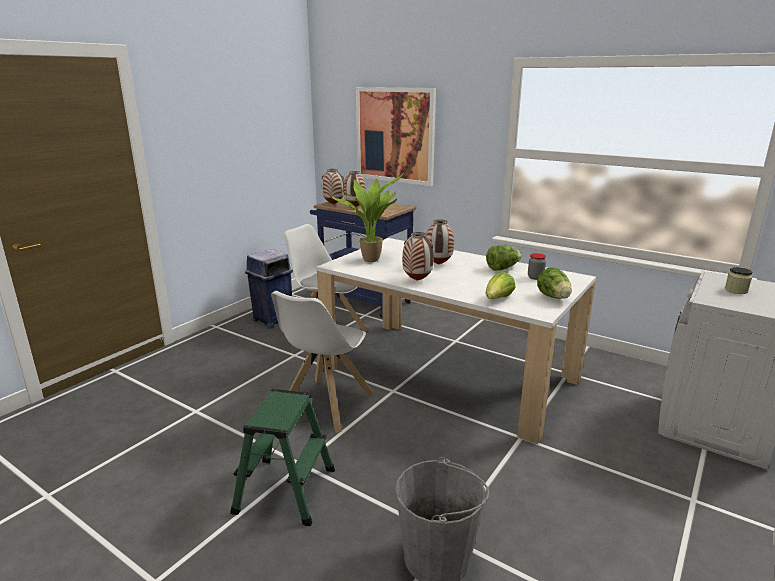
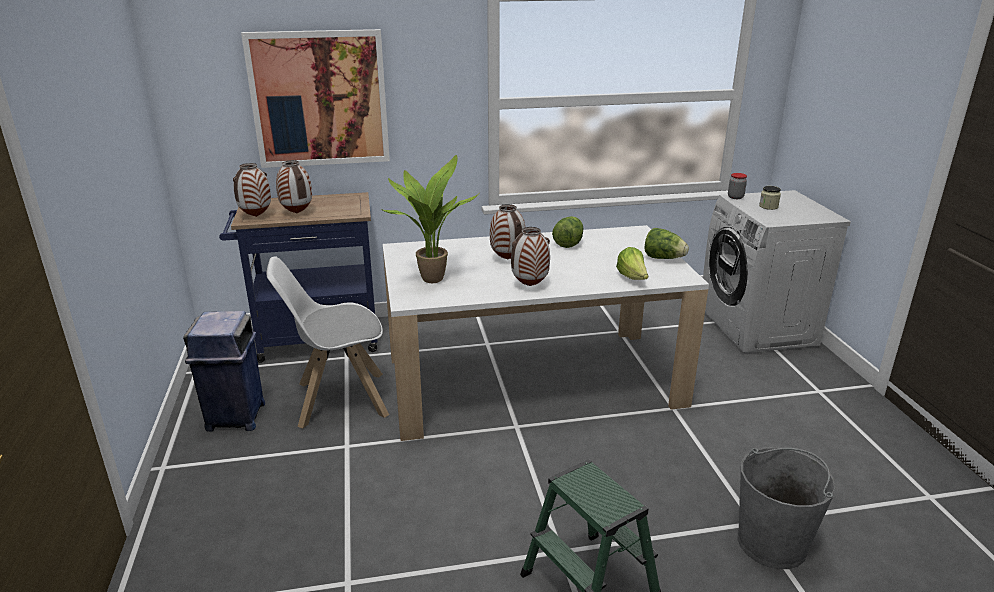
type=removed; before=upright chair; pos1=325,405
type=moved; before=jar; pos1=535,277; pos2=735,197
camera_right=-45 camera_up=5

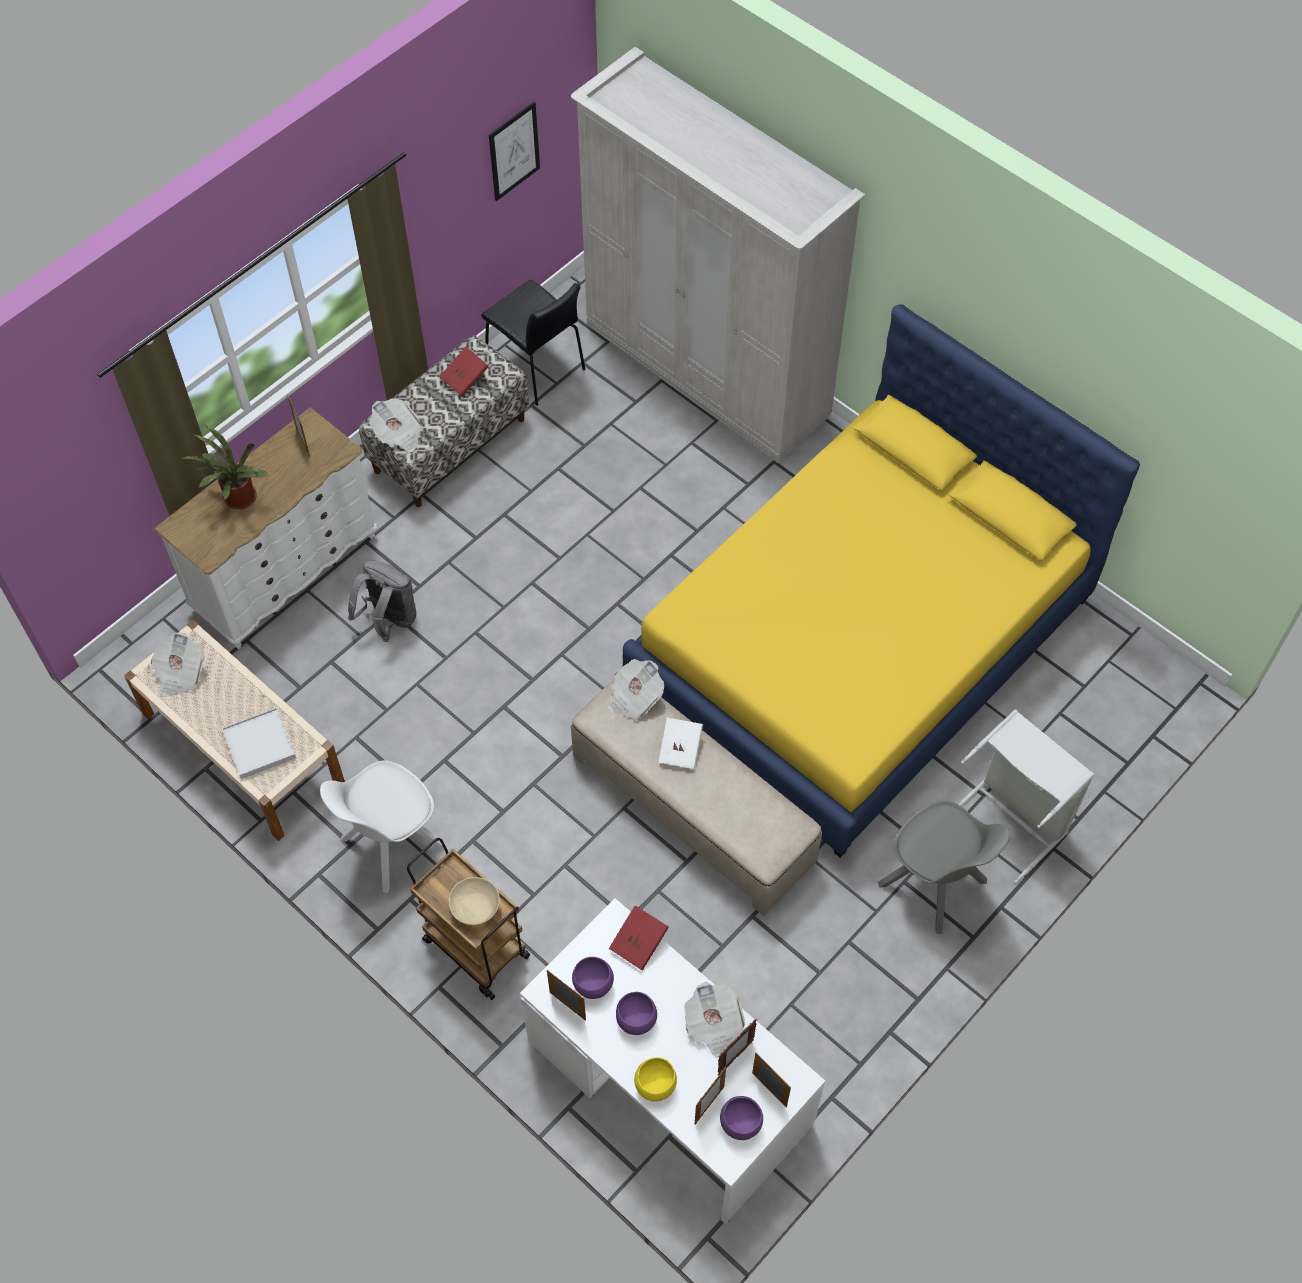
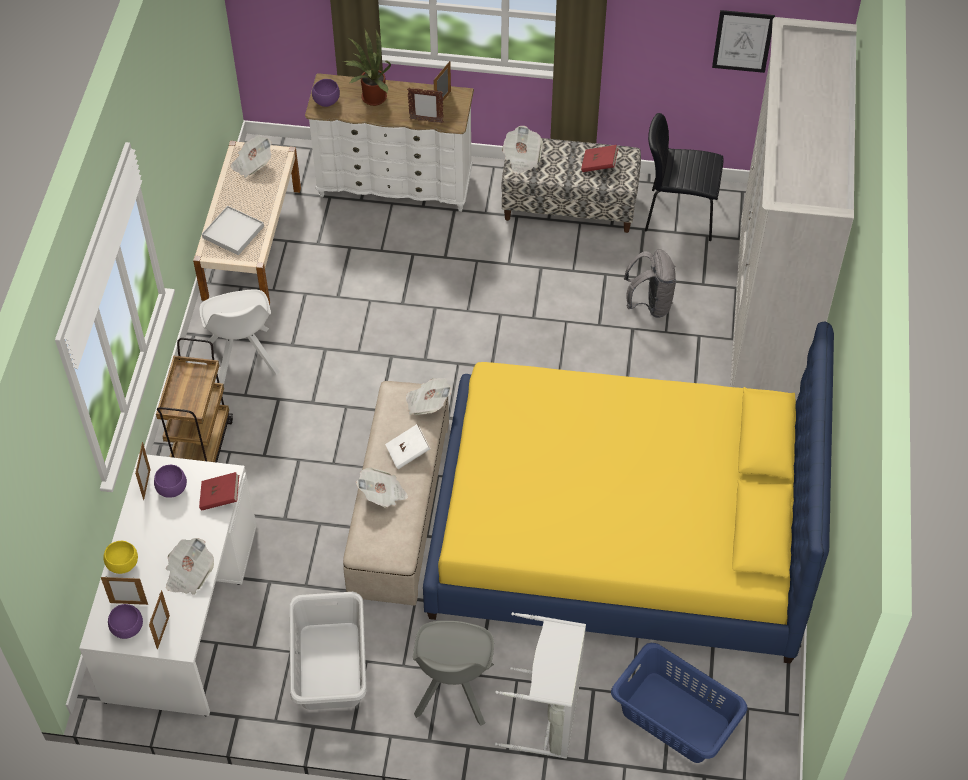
type=removed; before=sand-coloured bowl; pos1=476,907
type=added; after=greyish hamper; pos2=329,666
type=added; after=printed paper; pos2=383,495
type=added; after=blue-coloured hamper; pos2=675,716
type=moved; before=greyish knapsack; pos1=389,620; pos2=649,304
type=moved; before=purple bowl; pos1=635,1020; pos2=326,101
type=moved; before=photo frame; pos1=735,1058; pos2=426,121
type=turned; before=whitish upright chair; pos1=392,844; pos2=243,358; turn=-120
type=turned; before=black upright chair; pos1=538,368; pos2=678,214; turn=90
camera_right=55 camera_up=-5

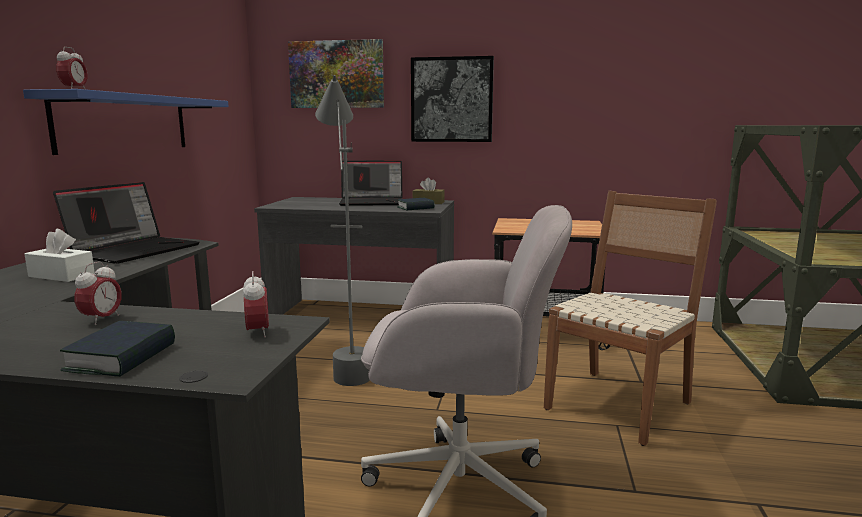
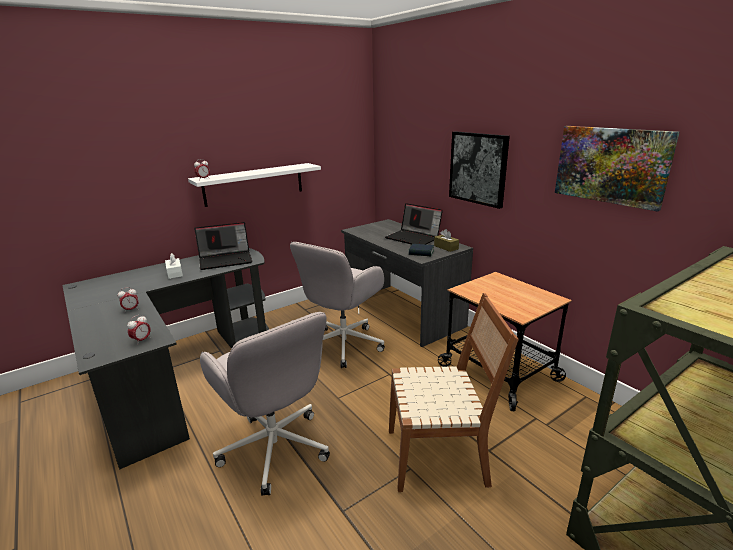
type=removed; before=bound book; pos1=122,357
type=moved; before=wall art; pos1=337,74; pos2=611,165
type=replaced; before=greyish floor lamp; after=greyish computer chair; pos1=347,365; pos2=343,345
type=recoloured; before=blue-coloured wall shelf; after=whitish wall shelf; pos1=125,123; pos2=254,184
camera_right=45 camera_up=10

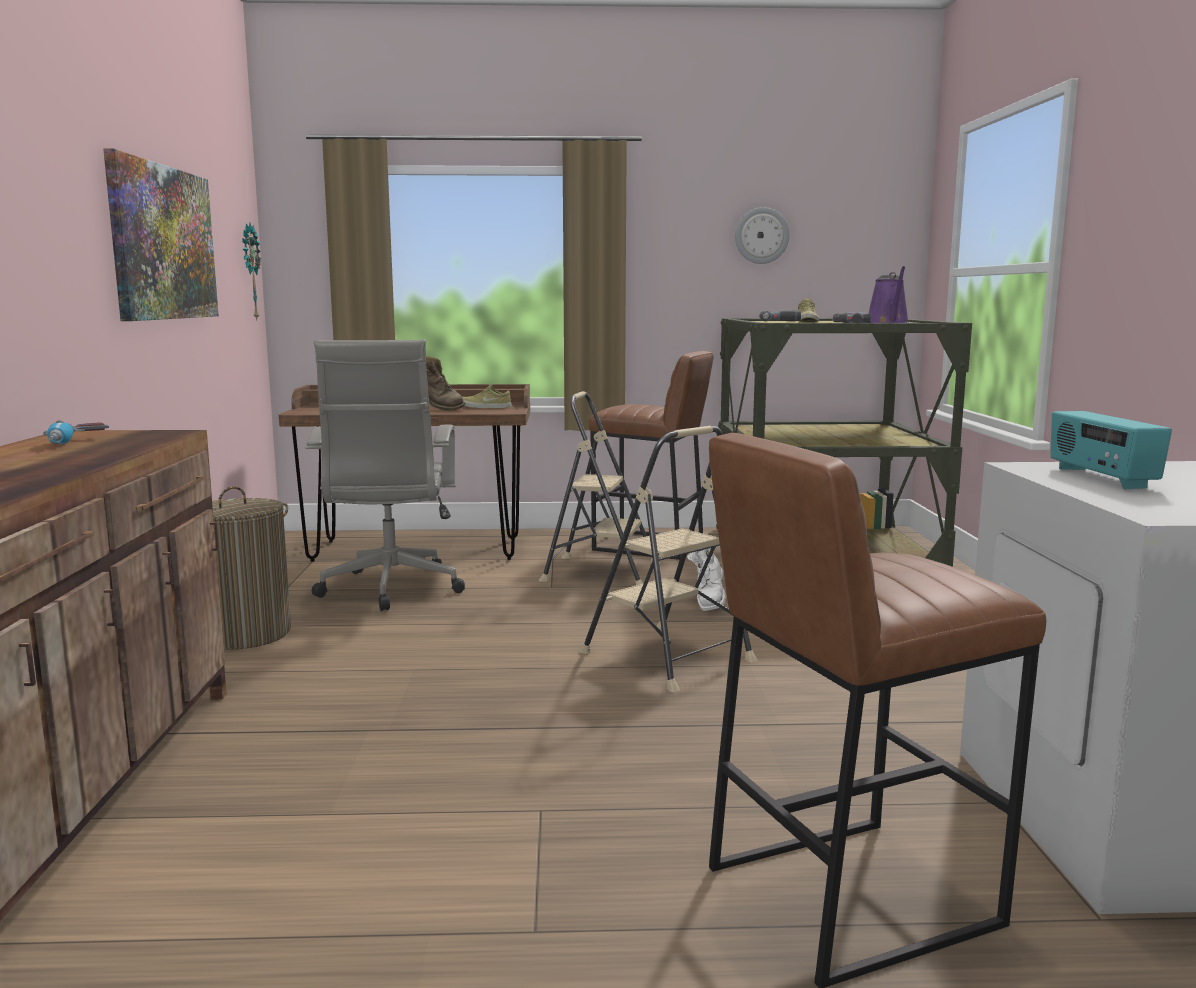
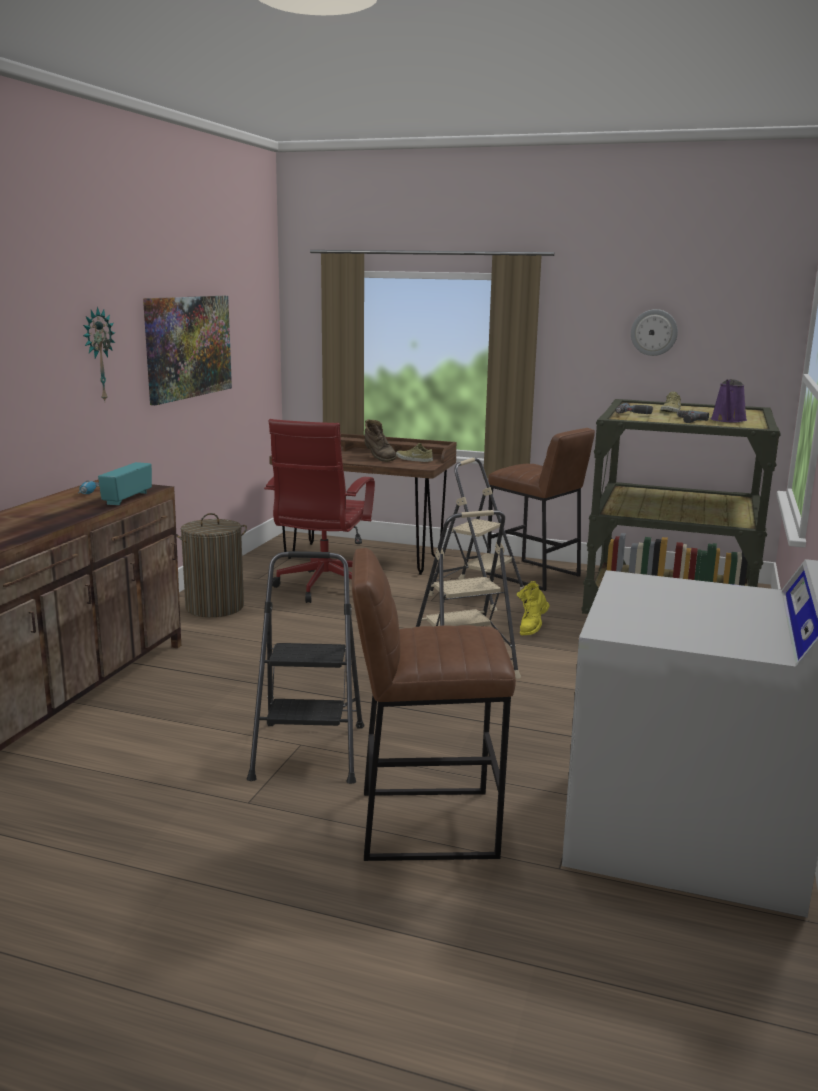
type=added; after=black step stool; pos2=310,748
type=moved; before=clock on the wall; pos1=249,272; pos2=97,355
type=moved; before=radio; pos1=1100,478; pos2=127,498
type=recoloured; before=greyish computer chair; after=red-coloured computer chair; pos1=390,590; pos2=322,588
type=recoloured; before=whitish high-top boot; after=yellowish high-top boot; pos1=708,601; pos2=532,628
camera_right=20 camera_up=5

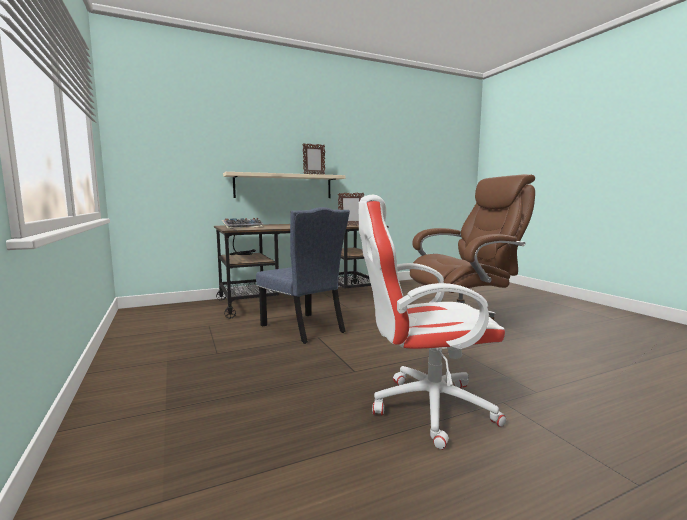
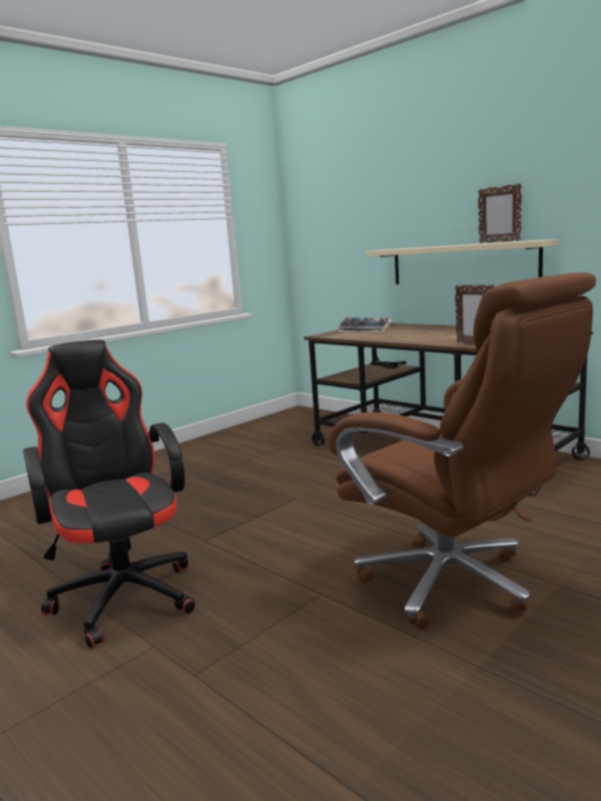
type=removed; before=blue-coloured upright chair; pos1=303,328
type=recoloured; before=whitish computer chair; after=black computer chair; pos1=422,408; pos2=124,594
camera_right=70 camera_up=5

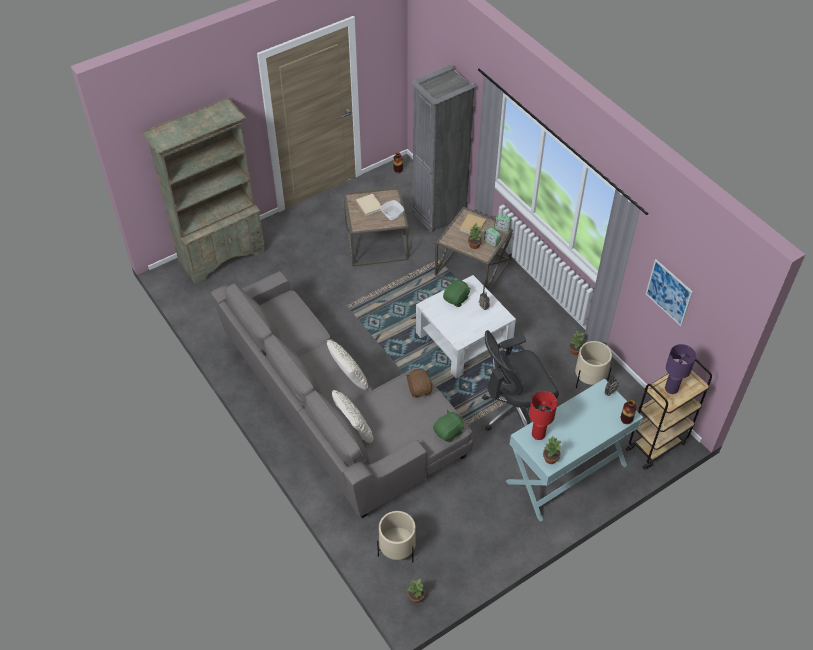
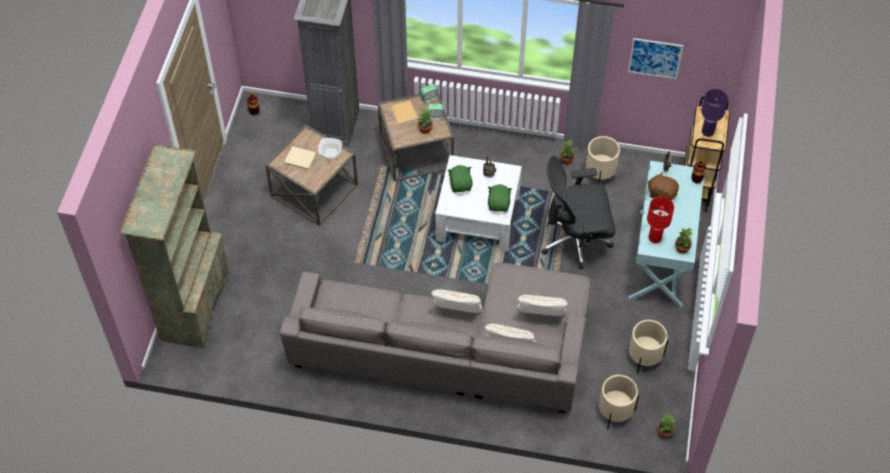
type=added; after=sand-coloured cushion; pos2=540,317
type=added; after=sand-coloured flower pot; pos2=644,358
type=moved; before=brown soft toy; pos1=419,389; pos2=661,193
type=moved; before=greenish soft toy; pos1=448,432; pos2=499,204
type=turned; before=computer chair; pos1=515,410; pos2=576,241; turn=60
camera_right=-45 camera_up=5

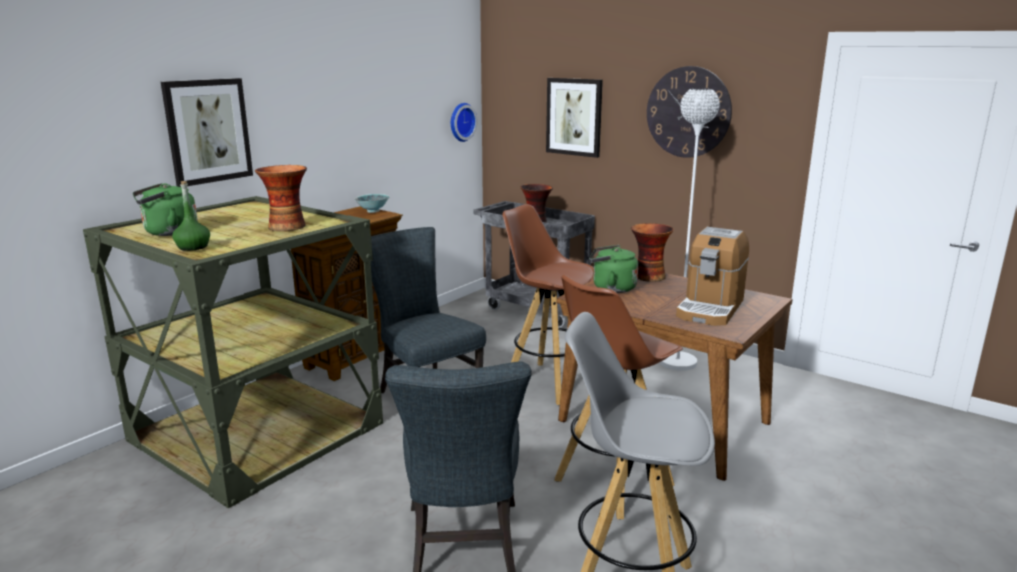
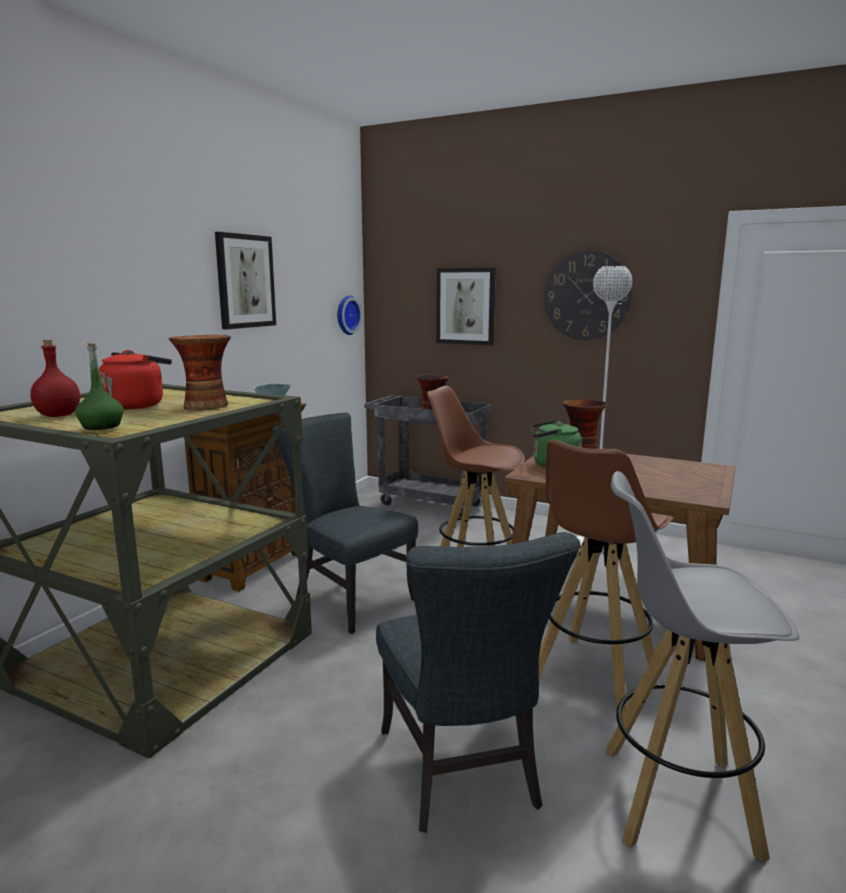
type=removed; before=coffee maker; pos1=710,308
type=added; after=red-coloured tea kettle; pos2=137,405
type=moved; before=wall art; pos1=208,131; pos2=245,281
type=replaced; before=greenish tea kettle; after=red-coloured bottle; pos1=168,232; pos2=57,415
camera_right=-10 camera_up=-5

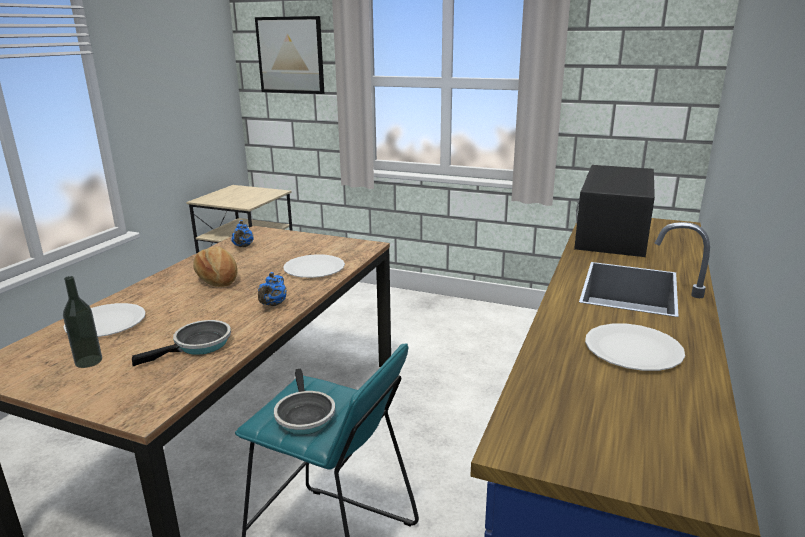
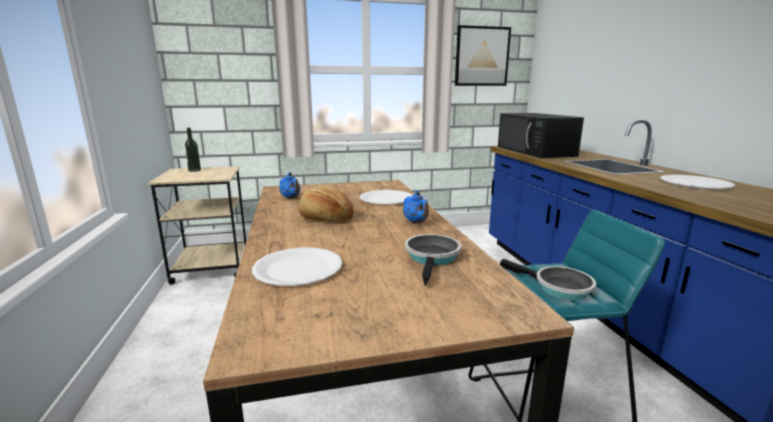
type=moved; before=bottle; pos1=88,361; pos2=194,170
type=moved; before=wall art; pos1=290,55; pos2=482,56
camera_right=-35 camera_up=-5

